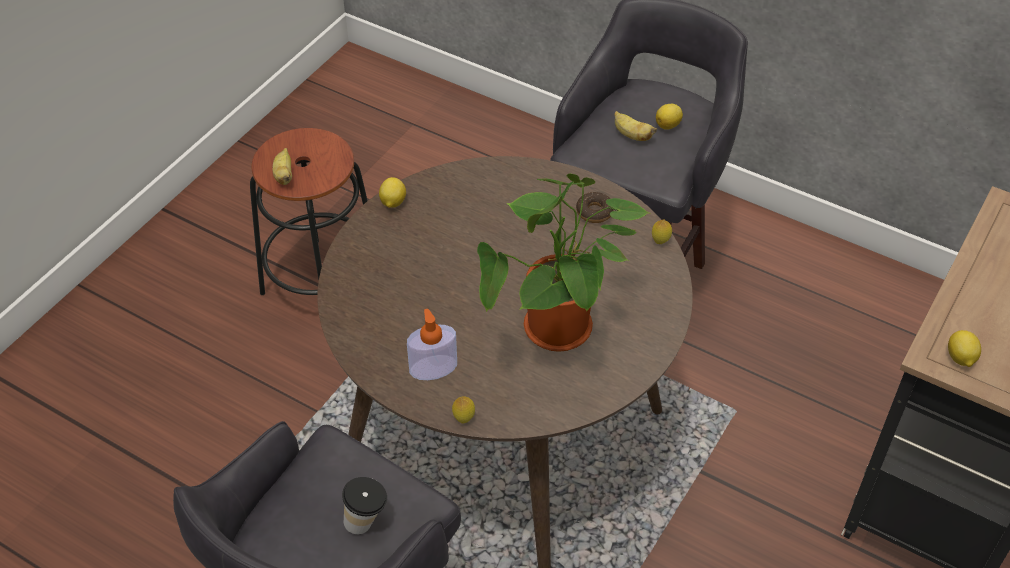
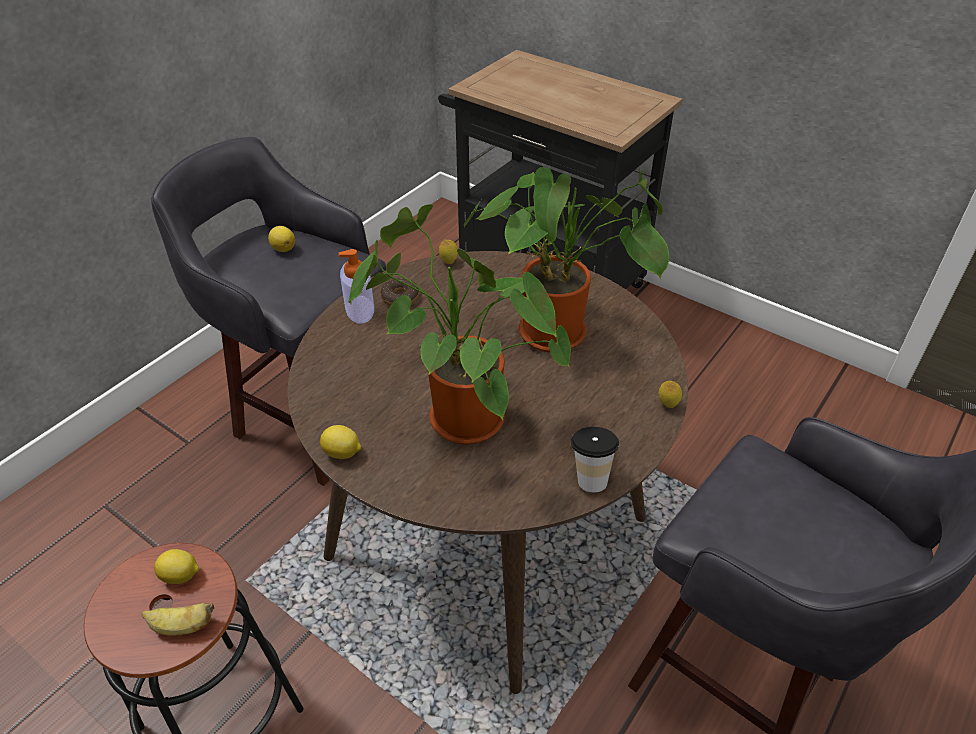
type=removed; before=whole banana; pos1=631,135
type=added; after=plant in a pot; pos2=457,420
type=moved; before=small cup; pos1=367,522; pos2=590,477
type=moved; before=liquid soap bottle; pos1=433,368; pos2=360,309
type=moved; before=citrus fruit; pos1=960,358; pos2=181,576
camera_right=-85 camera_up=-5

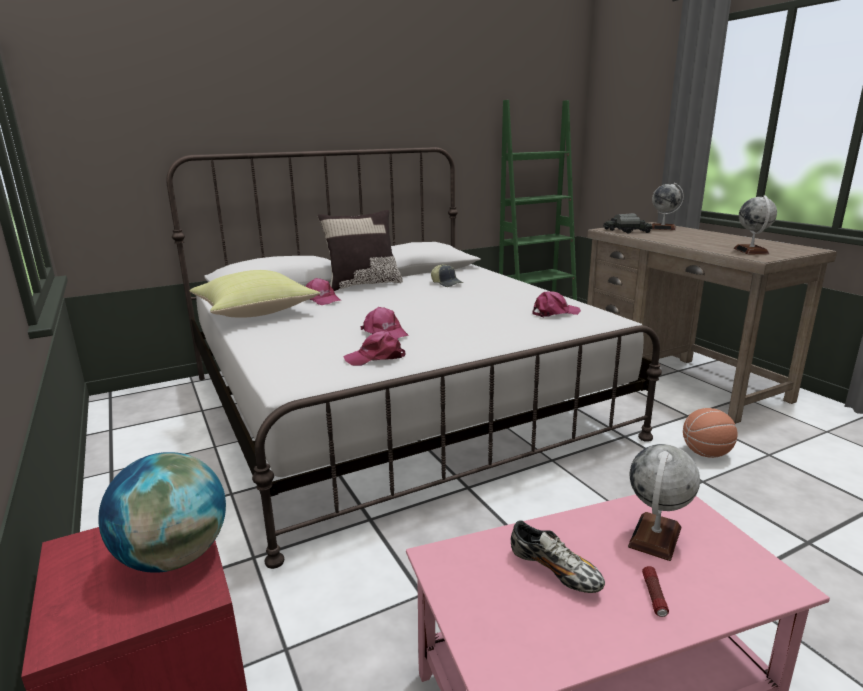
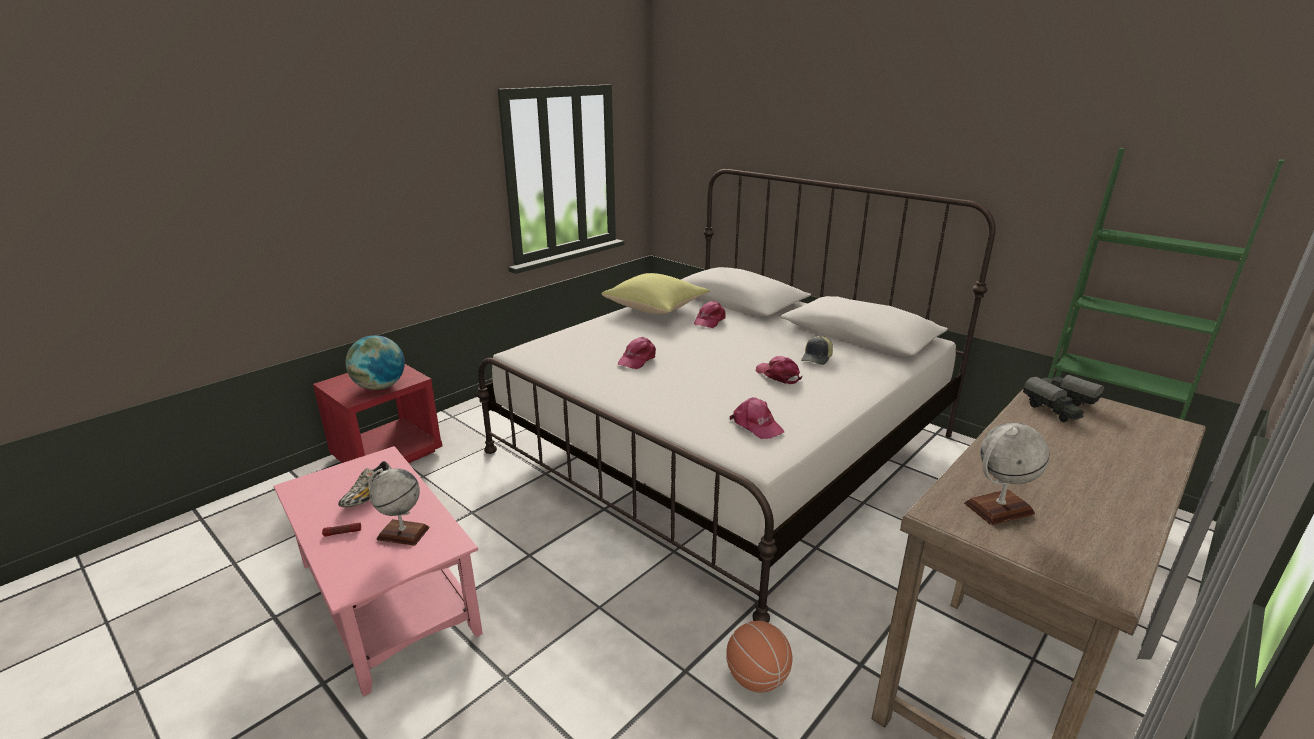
type=removed; before=cushion; pos1=363,285
type=removed; before=globe; pos1=663,228
type=moved; before=pink-coloured peaked cap; pos1=376,357; pos2=778,375
camera_right=70 camera_up=5

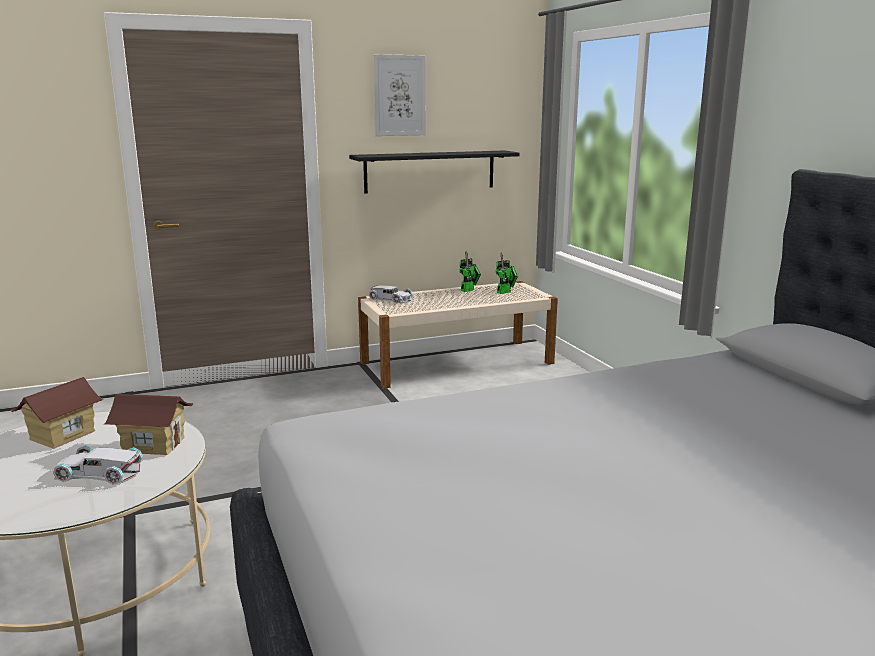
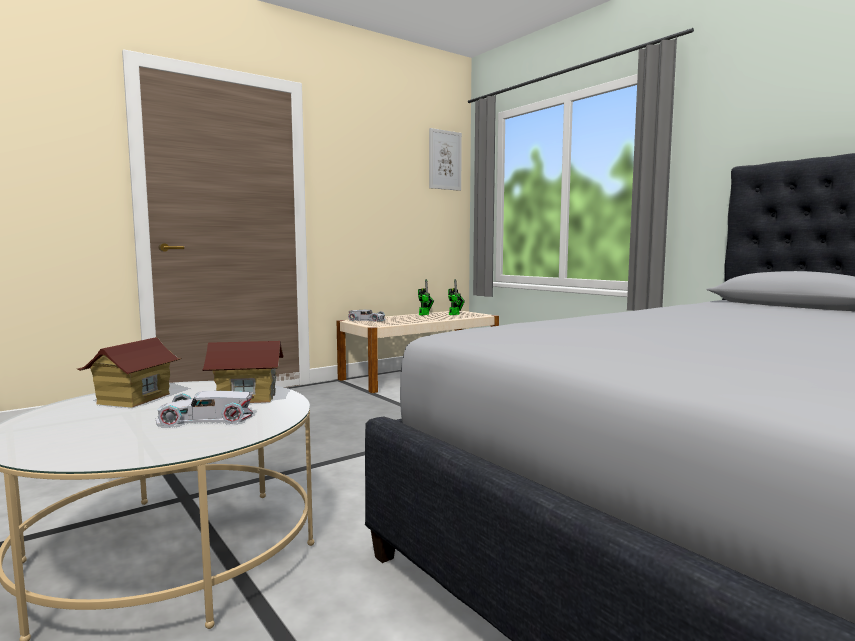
type=removed; before=black wall shelf; pos1=430,171
type=moved; before=wall art; pos1=399,95; pos2=445,160
camera_right=-15 camera_up=-10

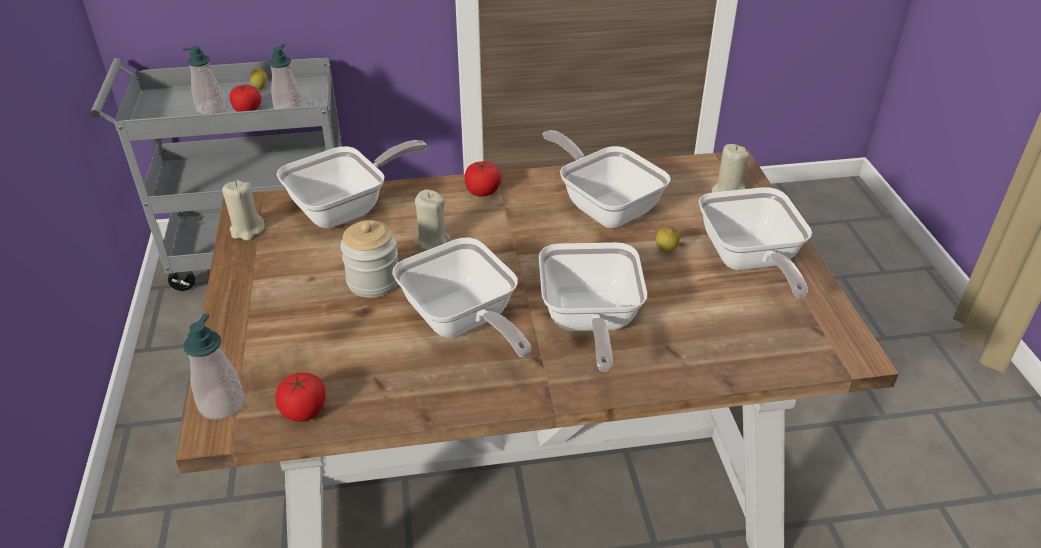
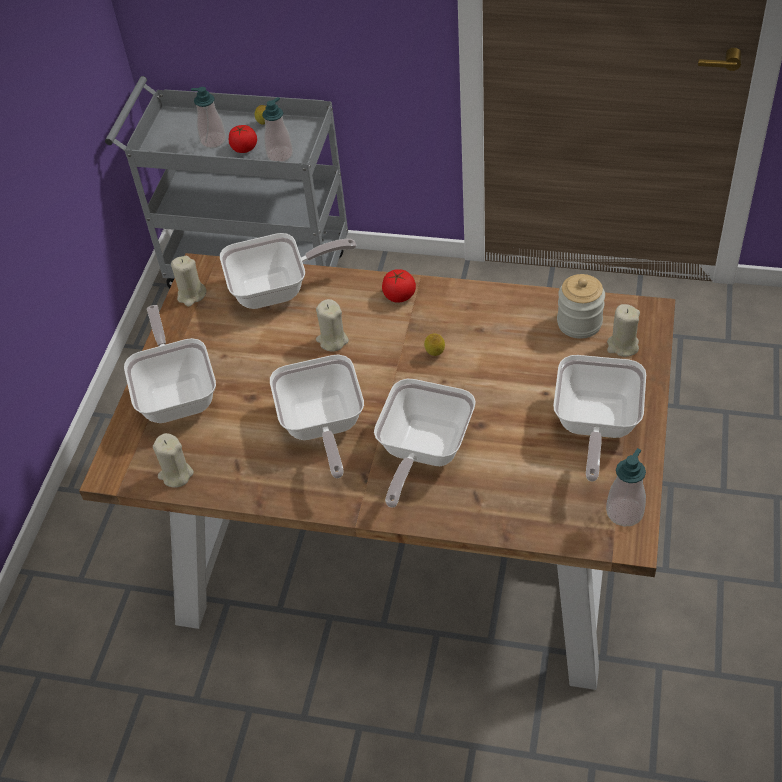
type=moved; before=liquid soap bottle; pos1=222,404; pos2=624,512
type=moved; before=jar; pos1=373,281; pos2=579,323
type=moved; before=pan; pos1=604,206; pos2=177,393
type=moved; before=citrus fruit; pos1=666,252; pos2=435,354
type=replaced; before=fresh tomato; after=sand-coloured wax light; pos1=304,410; pos2=176,474
camera_right=25 camera_up=10

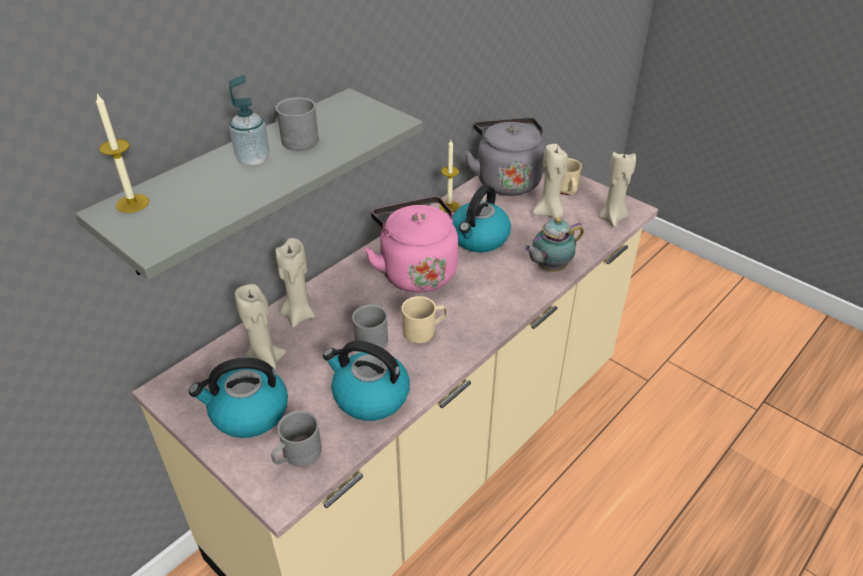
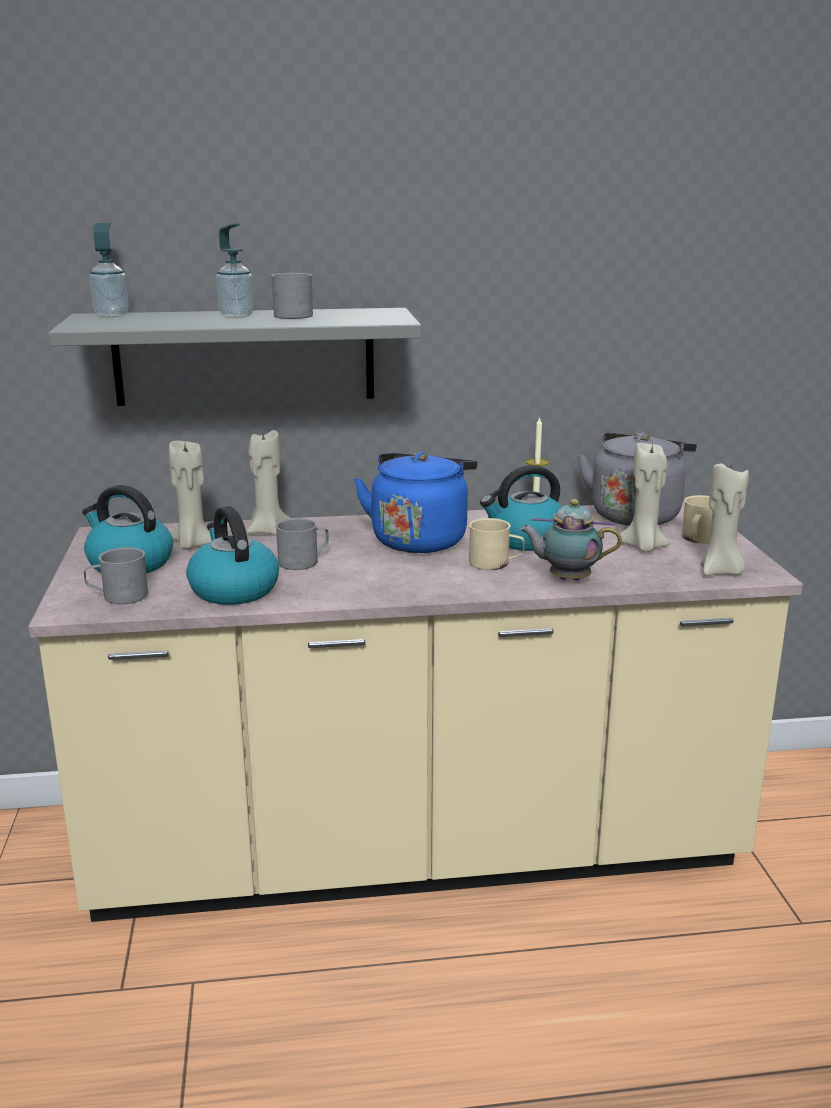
type=moved; before=sand-coloured tea mug; pos1=424,330; pos2=495,563
type=replaced; before=wax light; after=liquid soap bottle; pos1=132,203; pos2=111,315
type=recoloured; before=pink-coloured tea kettle; after=blue-coloured tea kettle; pos1=416,271; pos2=420,539
camera_right=40 camera_up=-20

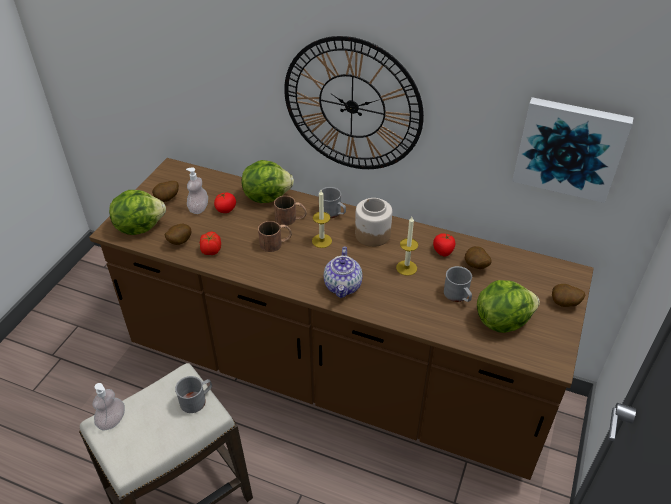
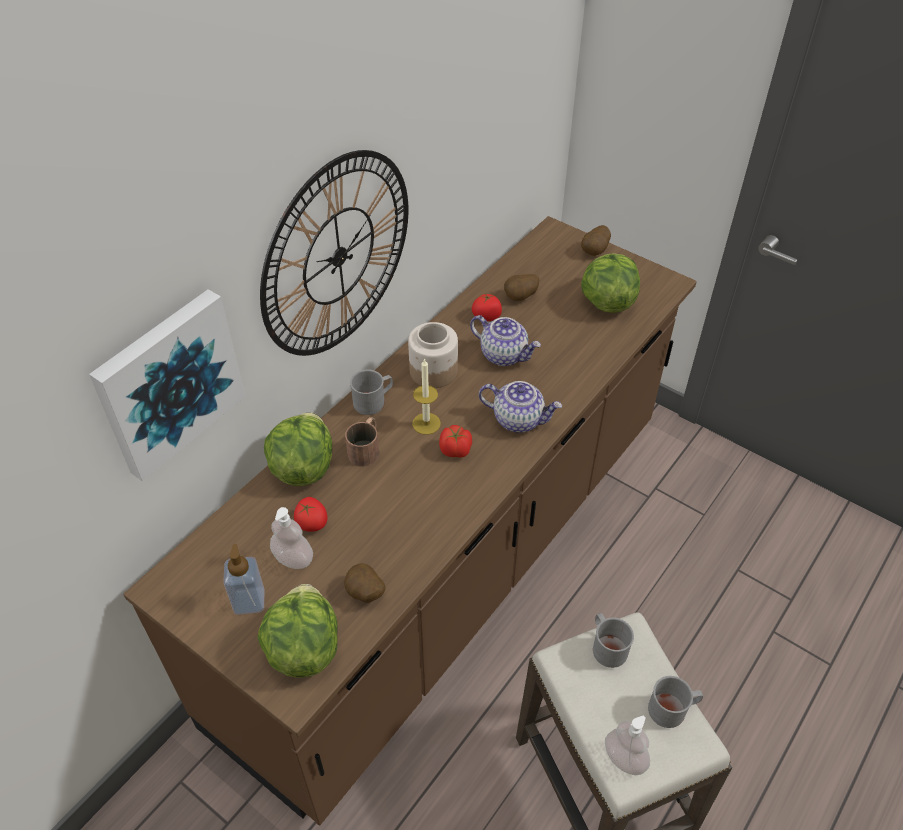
type=removed; before=brown tea mug; pos1=276,243
type=moved; before=fresh tomato; pos1=211,250; pos2=456,450
type=moved; before=greyish tea mug; pos1=458,296; pos2=672,709
type=moved; before=wall art; pos1=570,148; pos2=168,382
type=replaced; before=potato; after=liquid soap bottle; pos1=168,199; pos2=249,601
type=replaced; before=wax light; after=pot for tea; pos1=406,268; pos2=504,354
camera_right=-75 camera_up=5

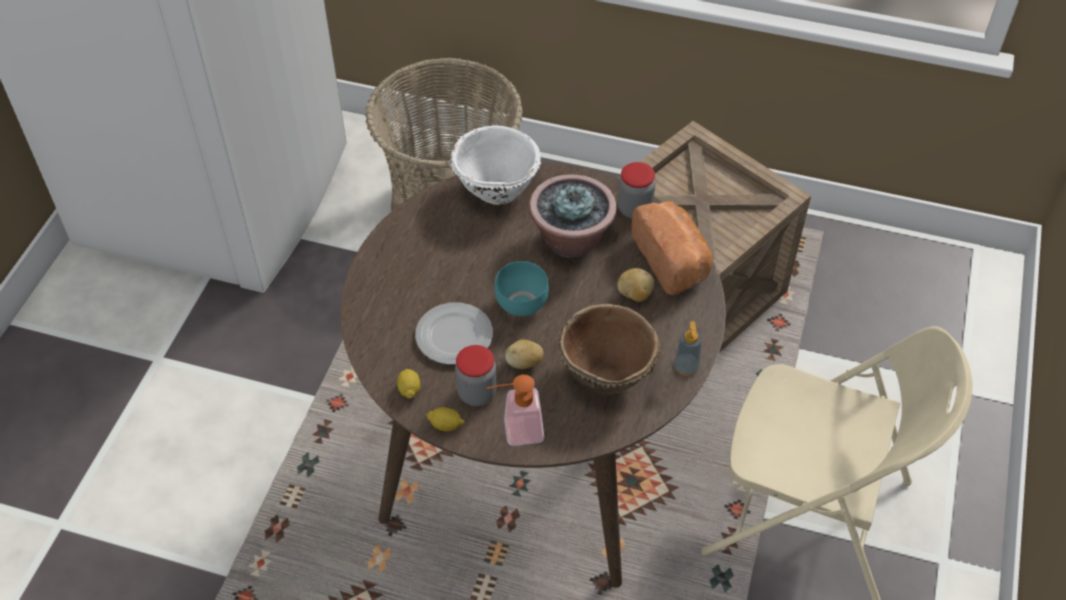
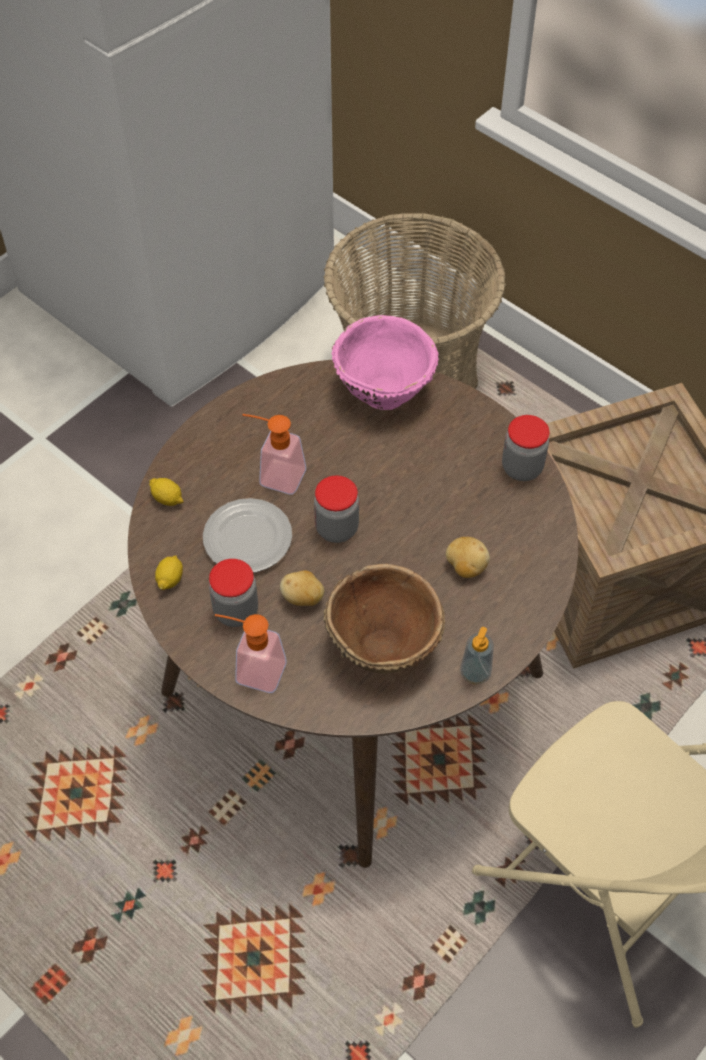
type=removed; before=plant in a pot; pos1=571,240
type=removed; before=bakery bread; pos1=673,260
type=added; after=liquid soap bottle; pos2=274,475
type=moved; before=citrus fruit; pos1=446,425; pos2=167,498
type=replaced; before=turquoise-coloured bowl; after=jar; pos1=520,303; pos2=337,528
type=recoloured; before=whitish bowl; after=pink-coloured bowl; pos1=496,189; pos2=383,389
camera_right=25 camera_up=5

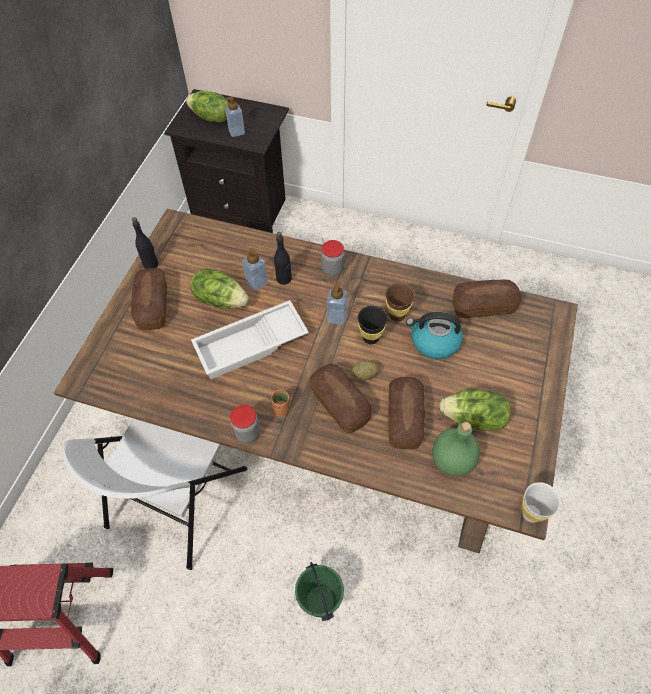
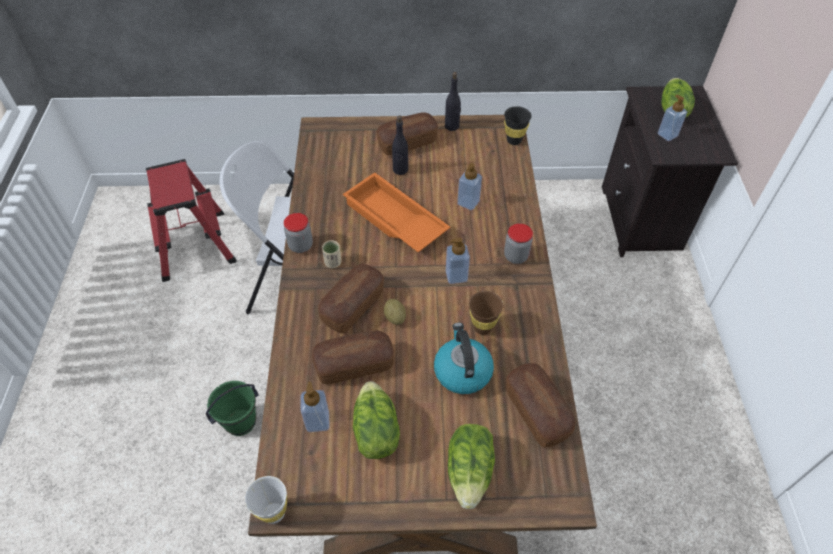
type=moved; before=lettuce head; pos1=220,299; pos2=470,471
type=moved; before=black bottle; pos1=284,279; pos2=400,170
type=moved; before=black small cup; pos1=370,338; pos2=514,140
type=replaced; before=greenish bottle; after=liquid soap bottle; pos1=453,461; pos2=317,421
type=recoloured; before=whitish carrying tray; after=orange carrying tray; pos1=251,345; pos2=393,220
type=recoloured; before=orange small cup; after=sand-coloured small cup; pos1=281,409; pos2=333,262
camera_right=70 camera_up=-5

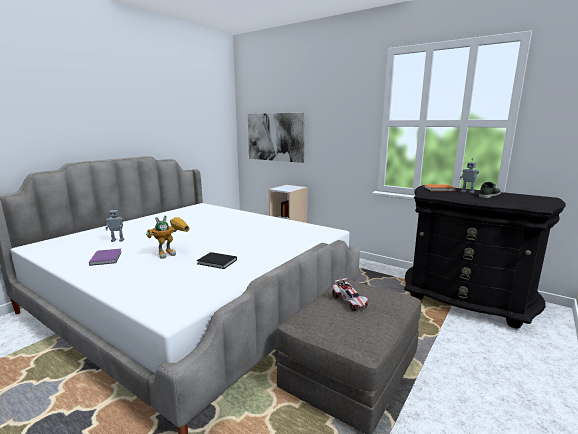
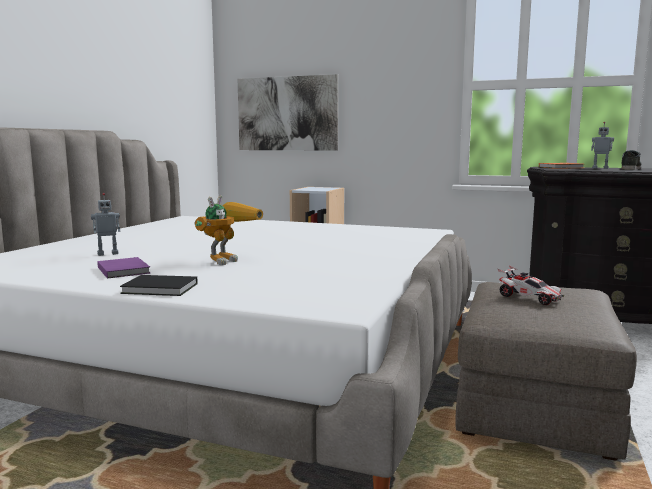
type=moved; before=black bound book; pos1=217,262; pos2=161,289
camera_right=-15 camera_up=-5

